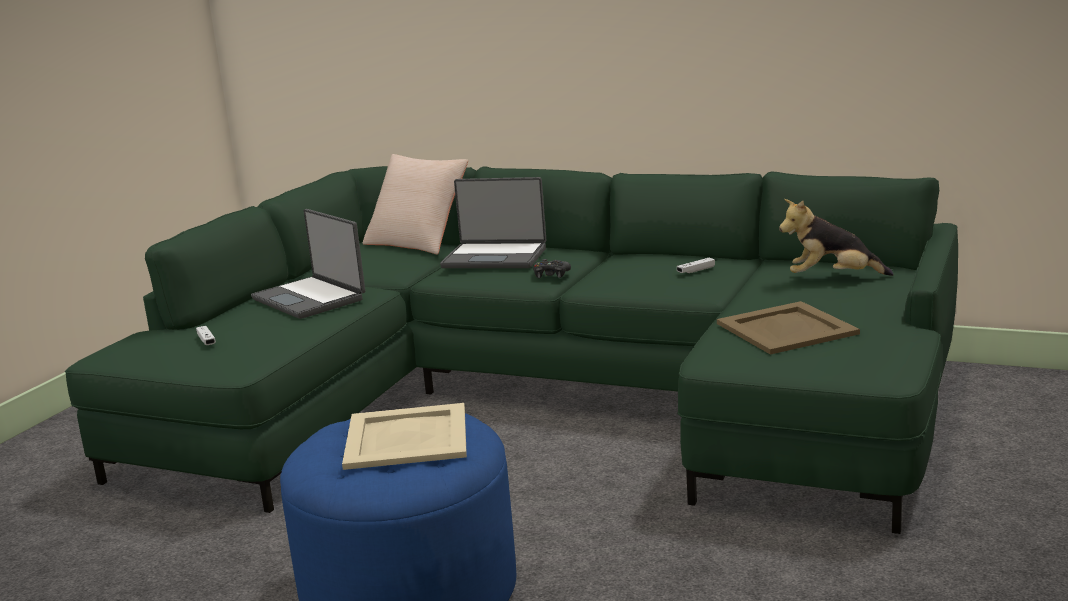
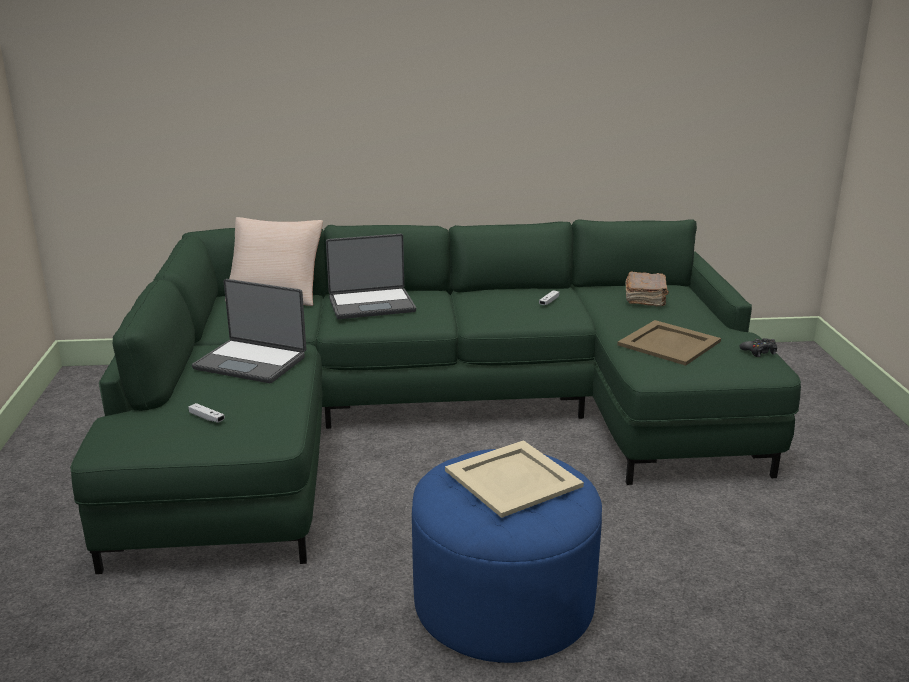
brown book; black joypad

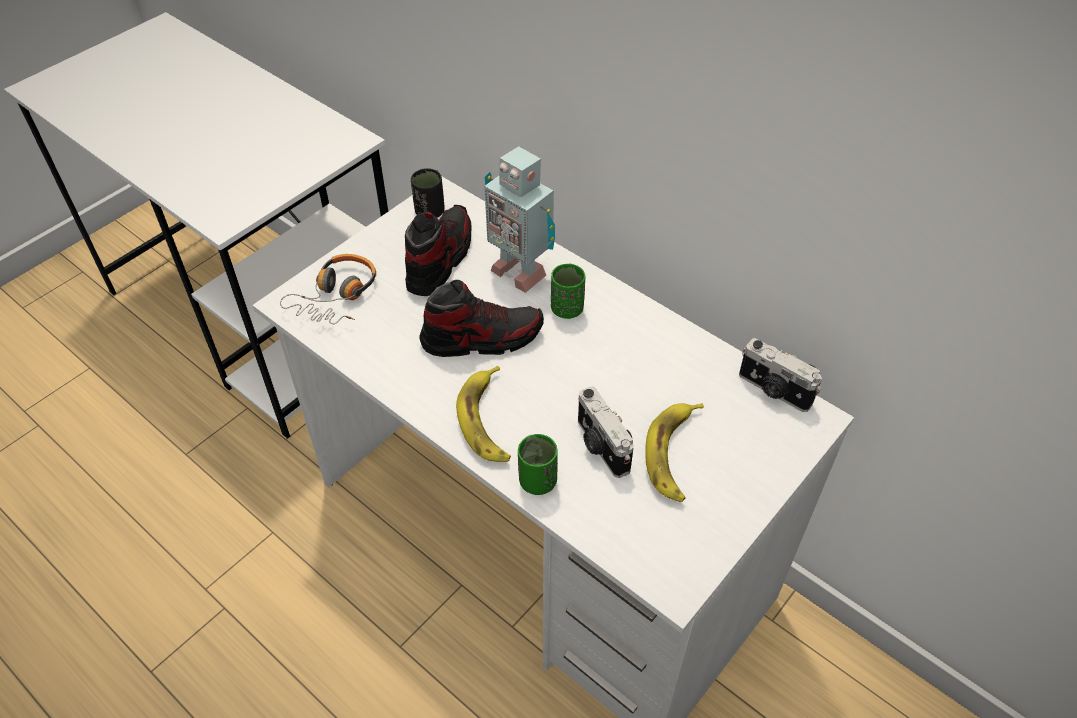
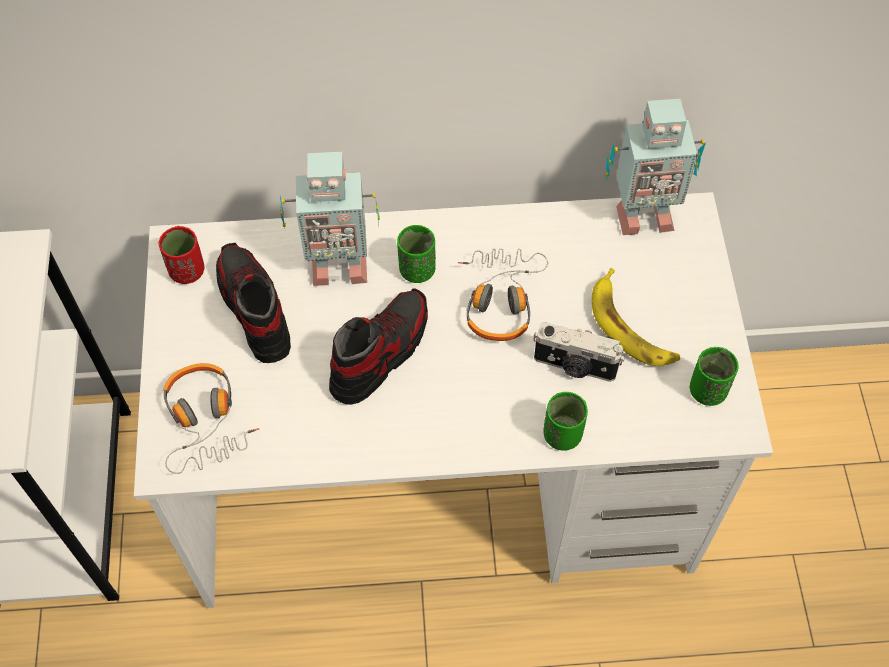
reddish small cup; robot figure (no. 2 from left); banana fruit (no. 1 from left in the first image); headphones (no. 2 from left); greenish small cup (no. 3 from left)

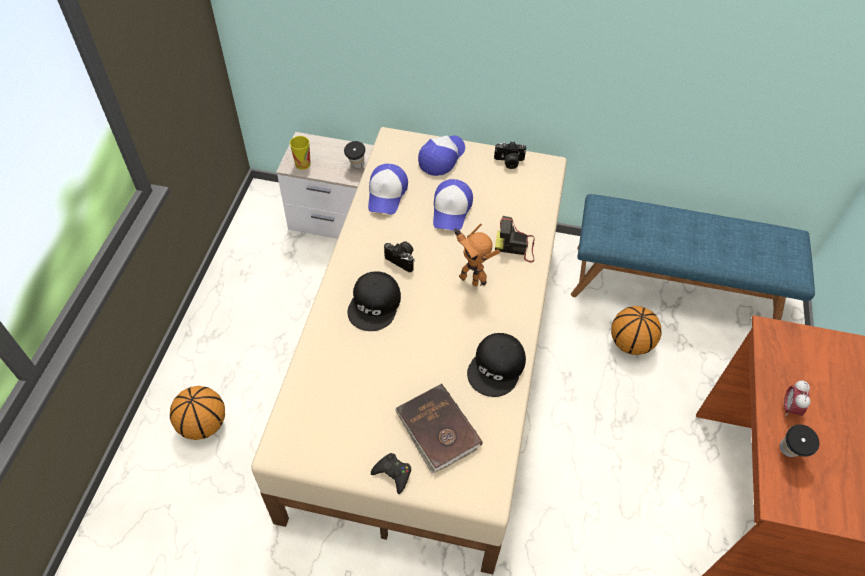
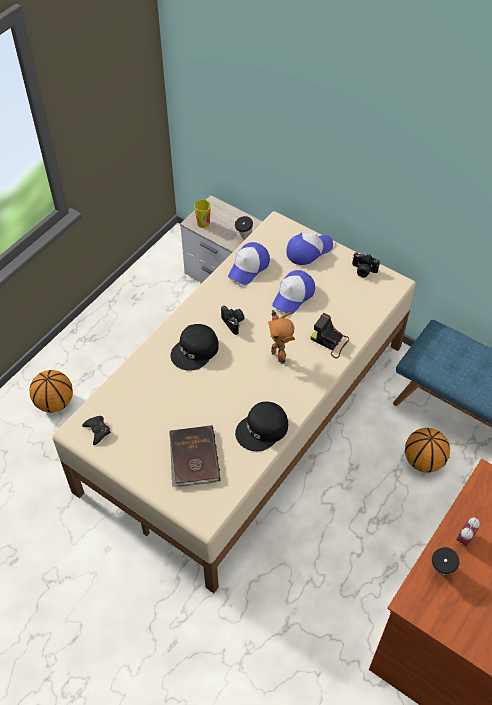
black joypad

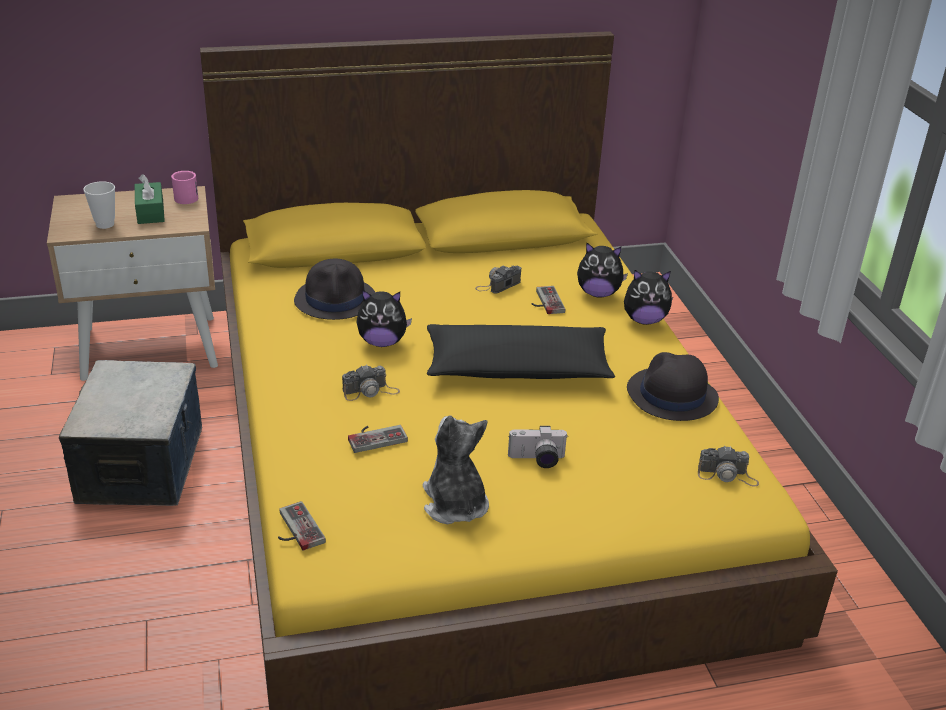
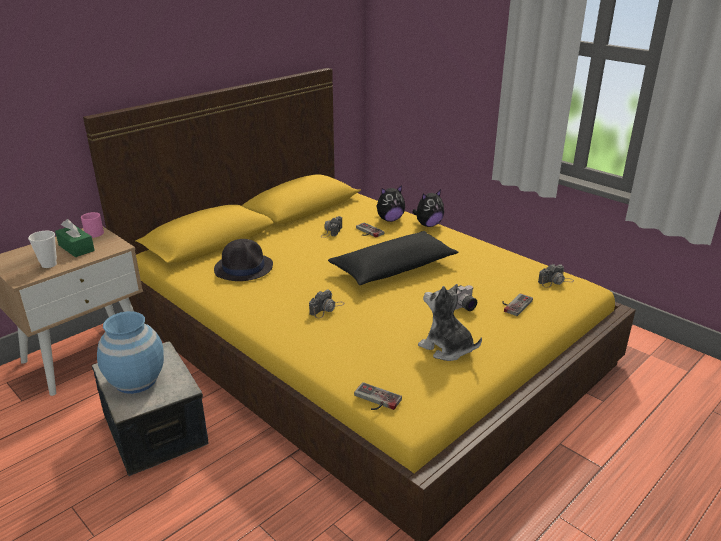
soft toy (no. 1 from left in the first image); black wearable hat (no. 2 from left in the first image); joypad (no. 3 from left); blue-coloured vase

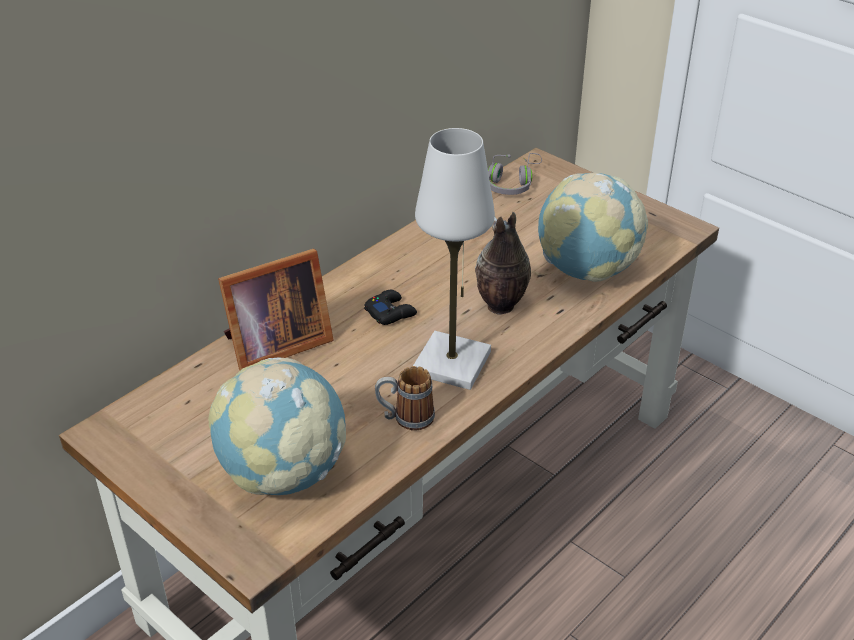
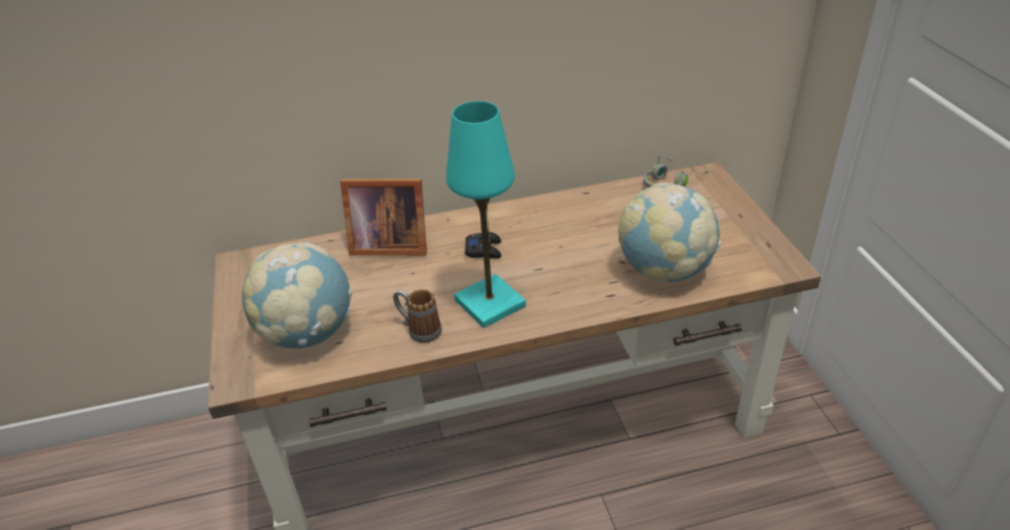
blue-green tabletop lamp; vase

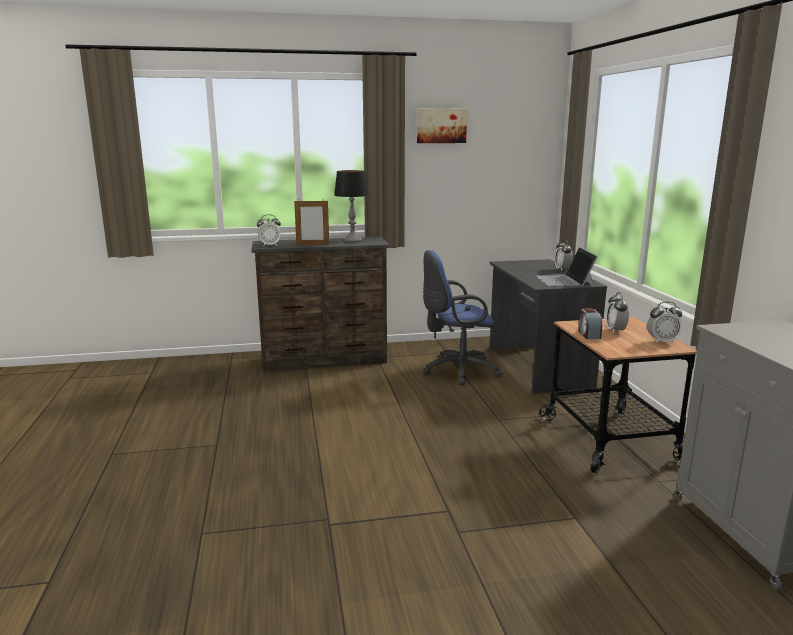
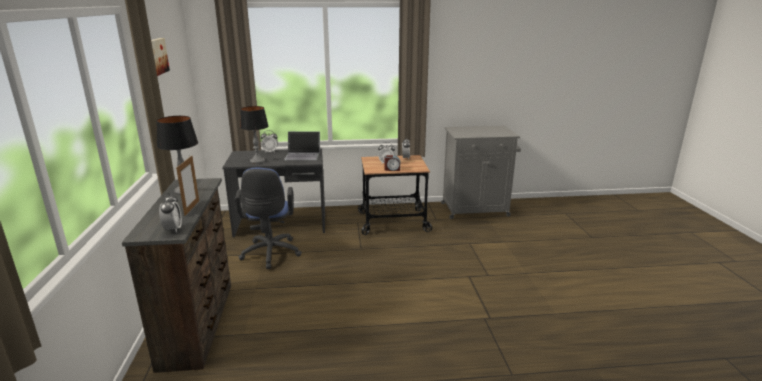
tabletop lamp (no. 2 from left)

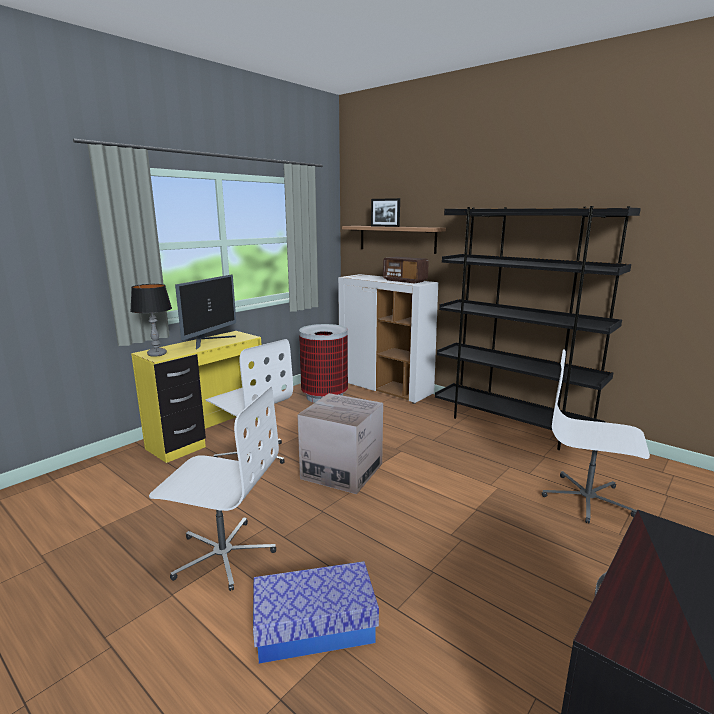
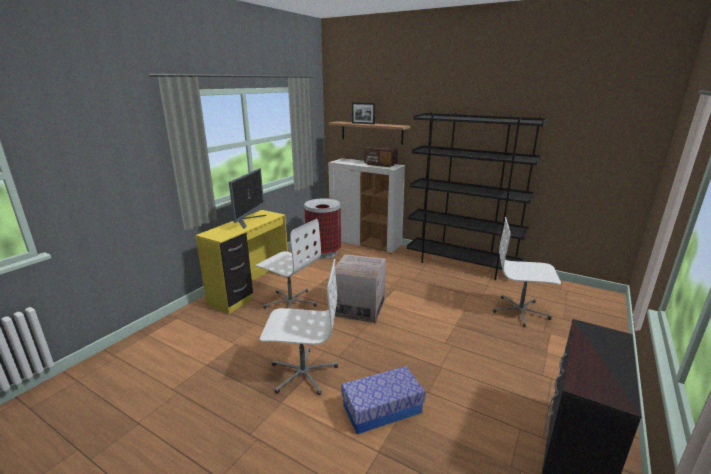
tabletop lamp

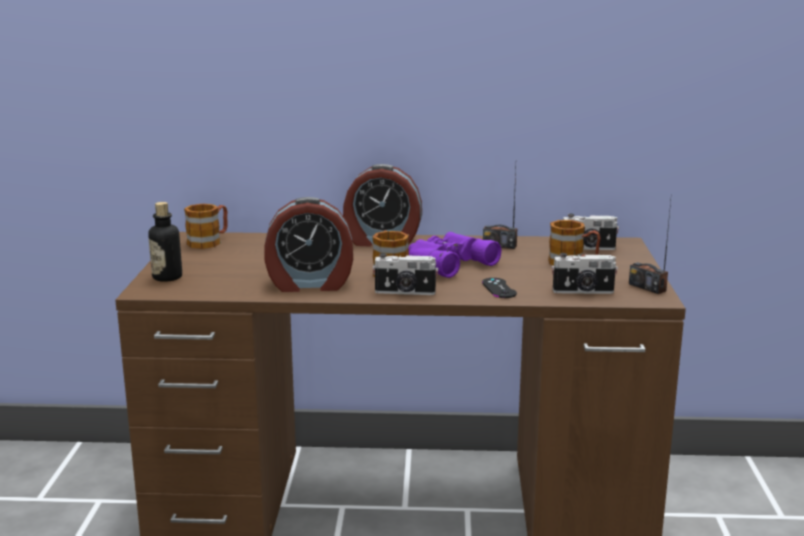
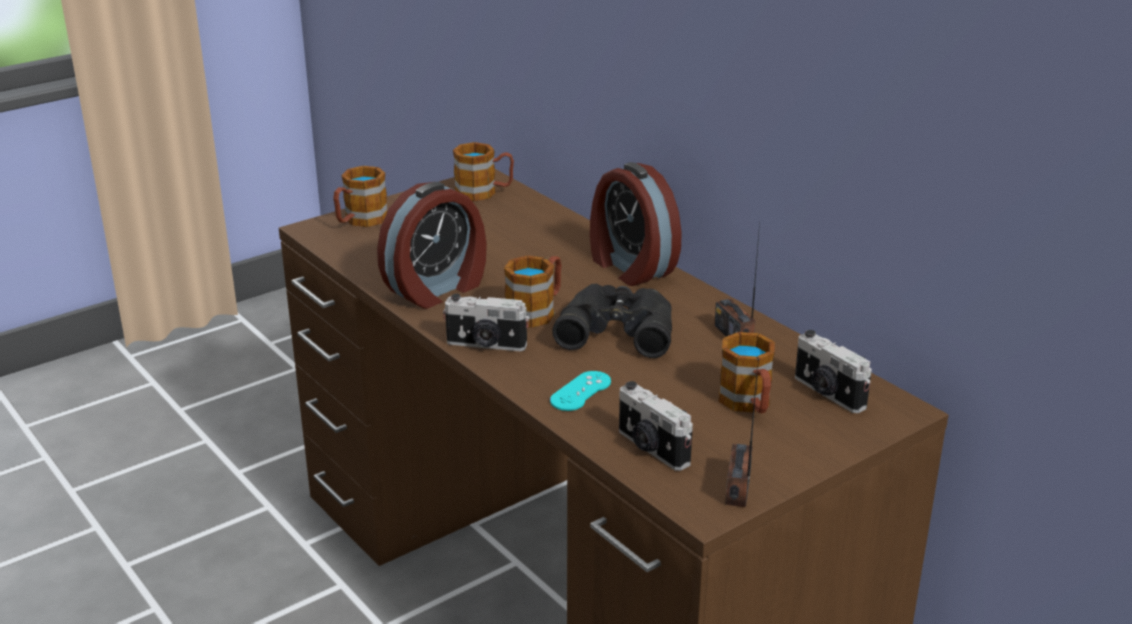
bedside clock (no. 1 from left); tea mug (no. 1 from left); black pair of binoculars; photo camera (no. 1 from left); blue-green joypad

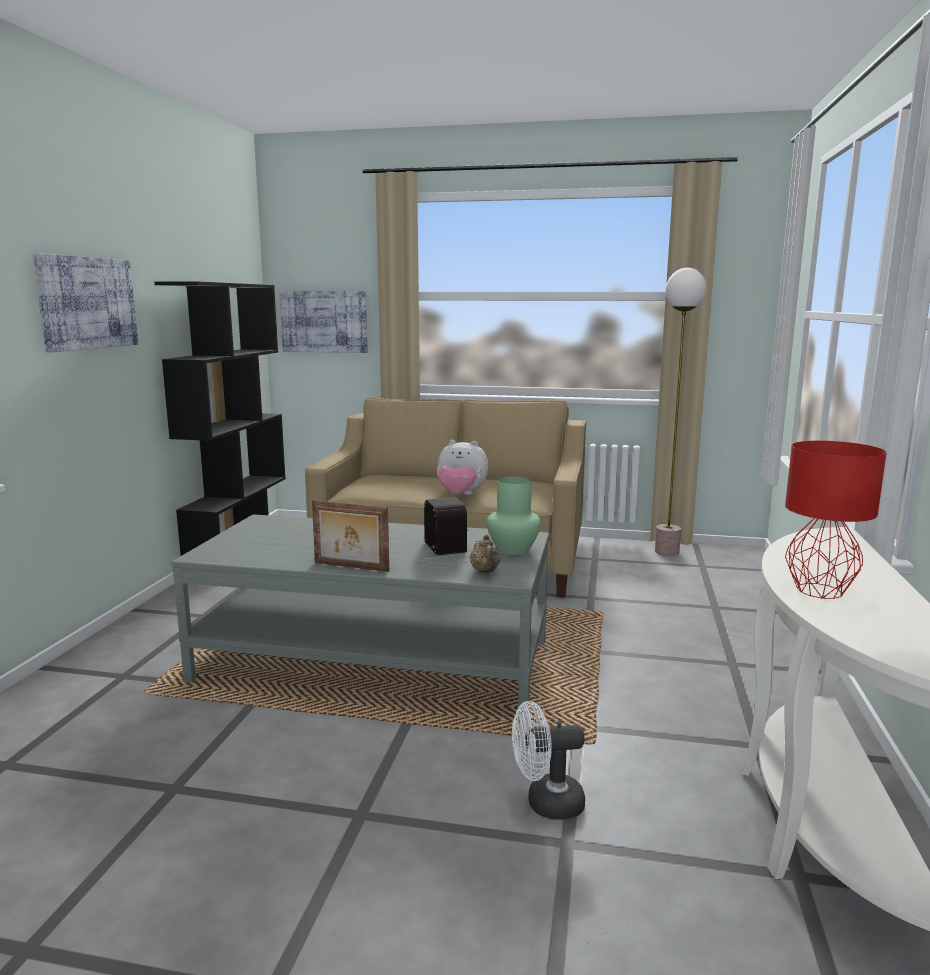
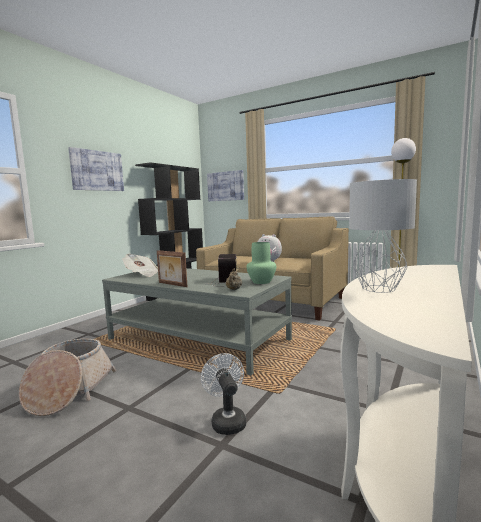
greyish tabletop lamp; white-coloured cooling fan; newspaper; household basket

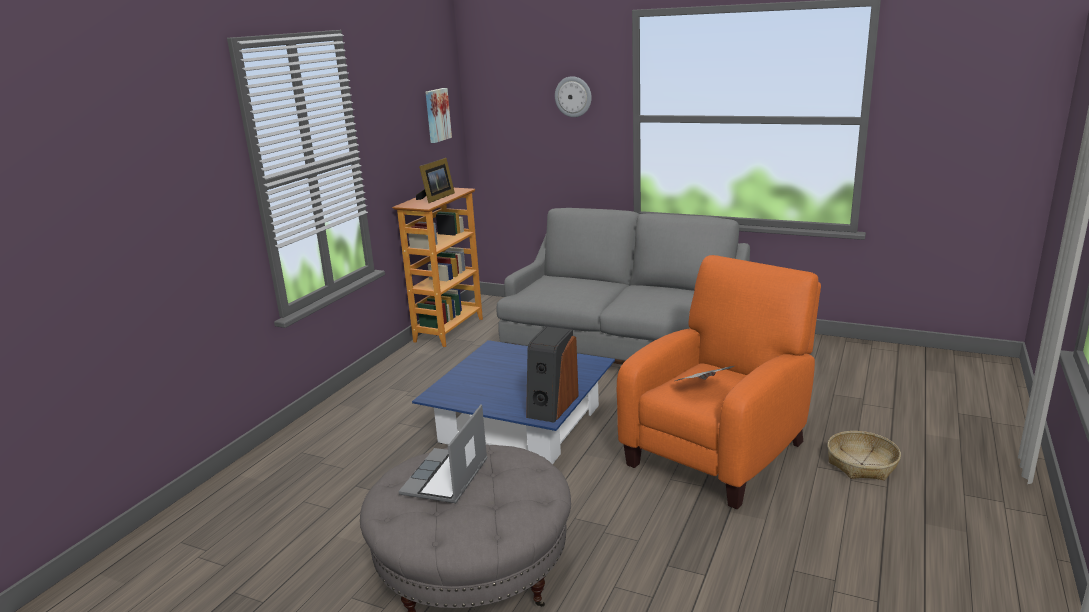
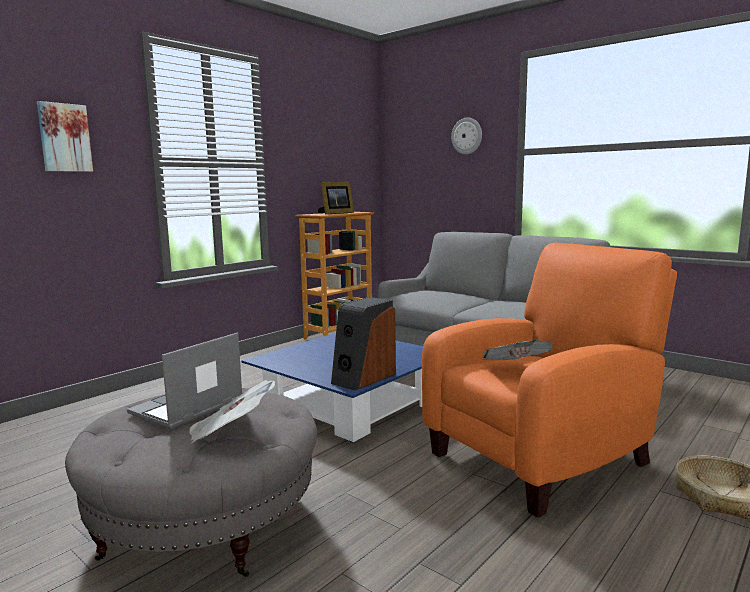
wall picture; newspaper (no. 1 from left)

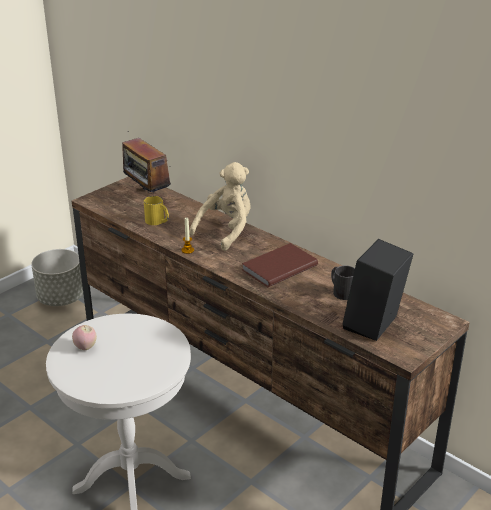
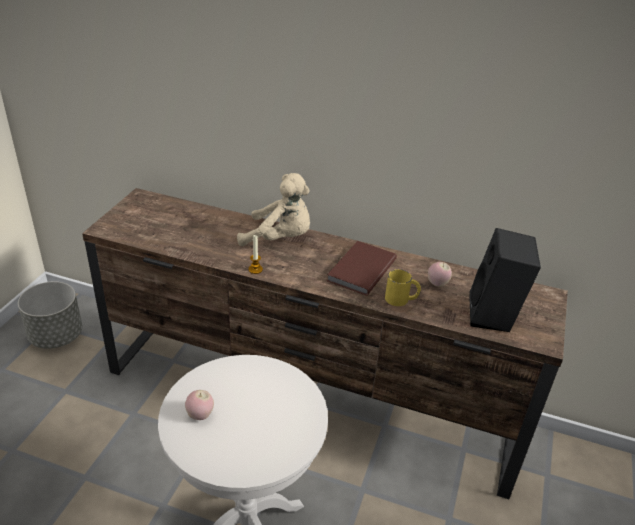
radio set; beige soft toy; yellowish tea mug; whole apple (no. 2 from left)

